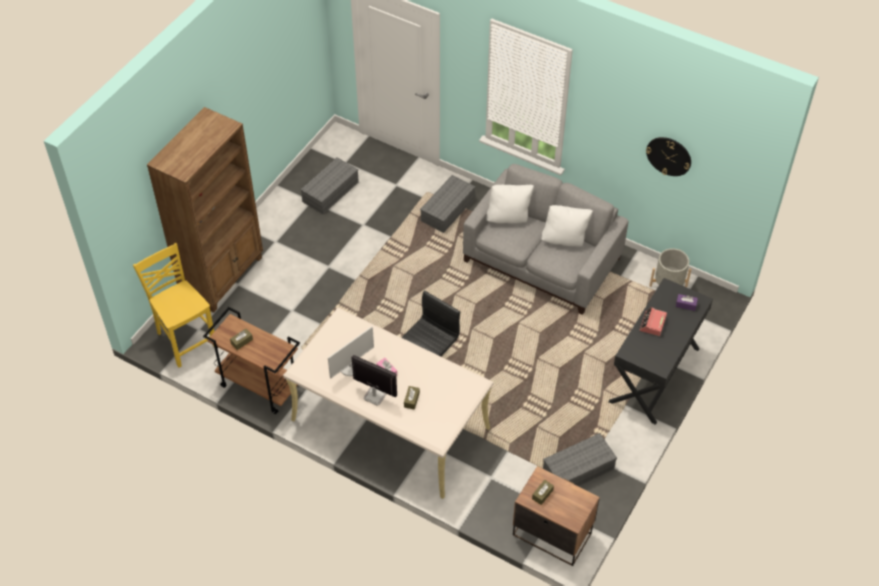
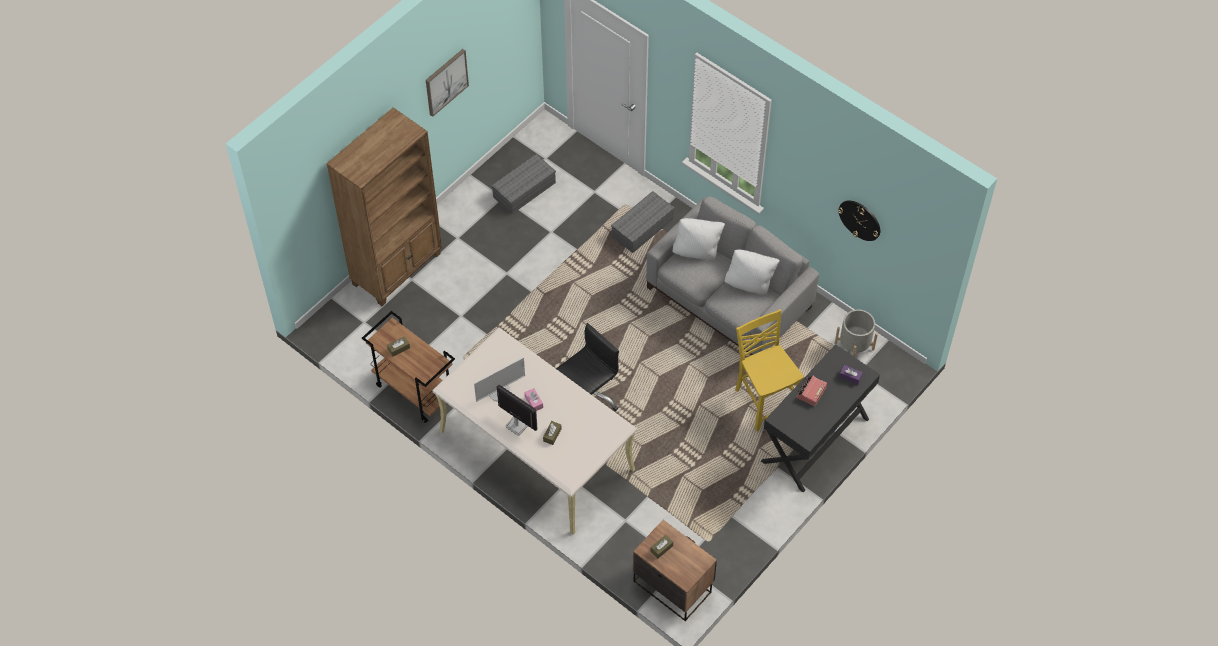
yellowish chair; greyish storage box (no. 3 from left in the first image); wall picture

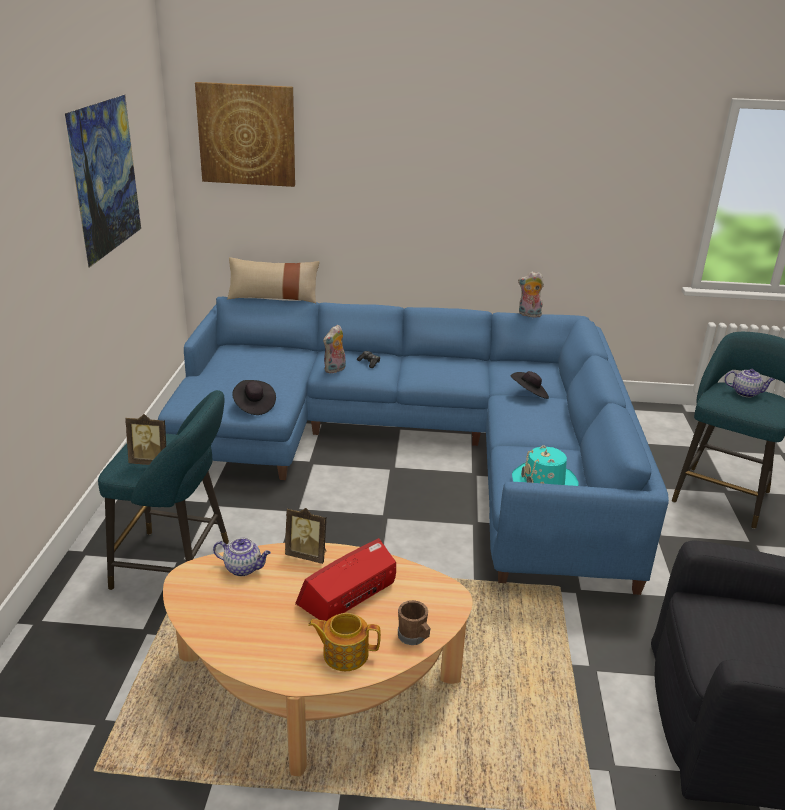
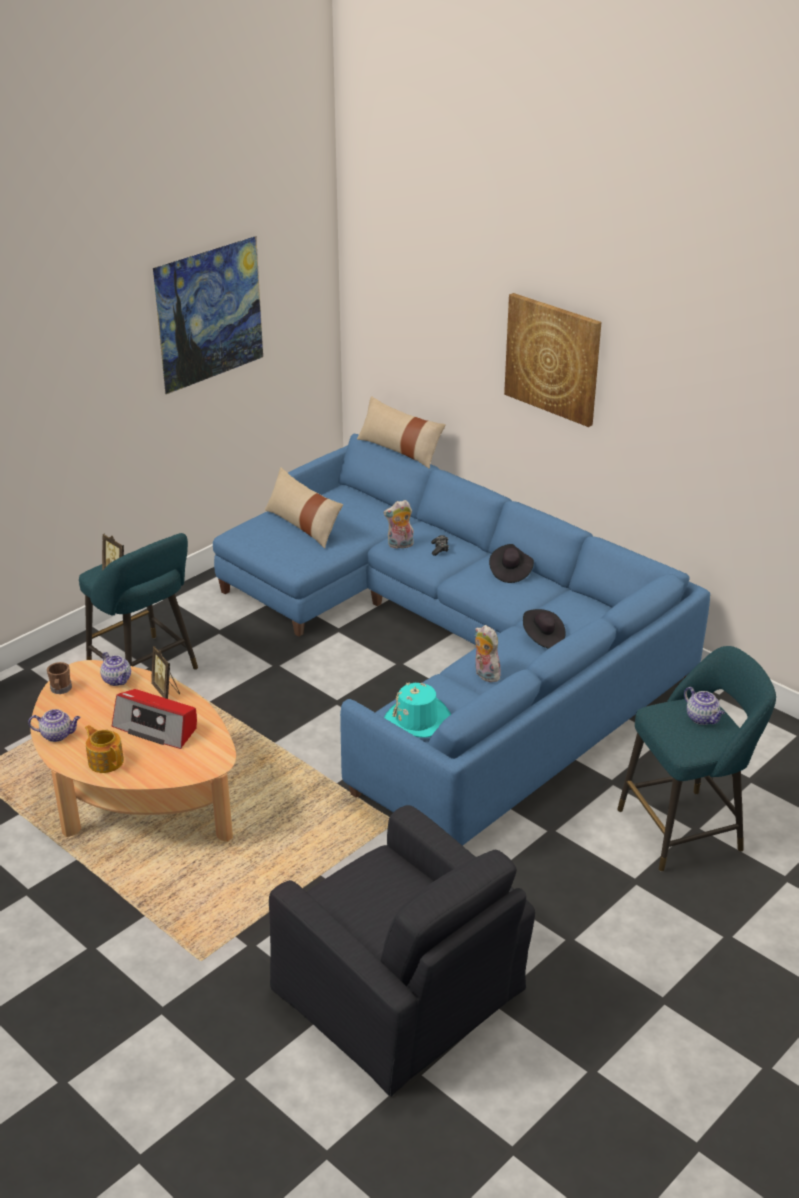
wall picture (no. 2 from left); soft toy (no. 2 from left); black wearable hat (no. 1 from left); radio set; brown tea mug; beige pillow (no. 1 from left); tea pot (no. 1 from left)

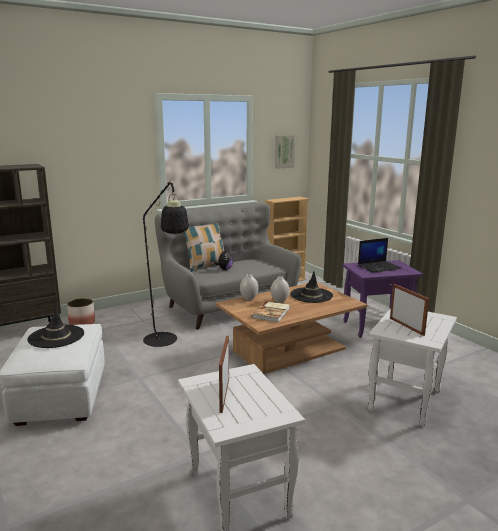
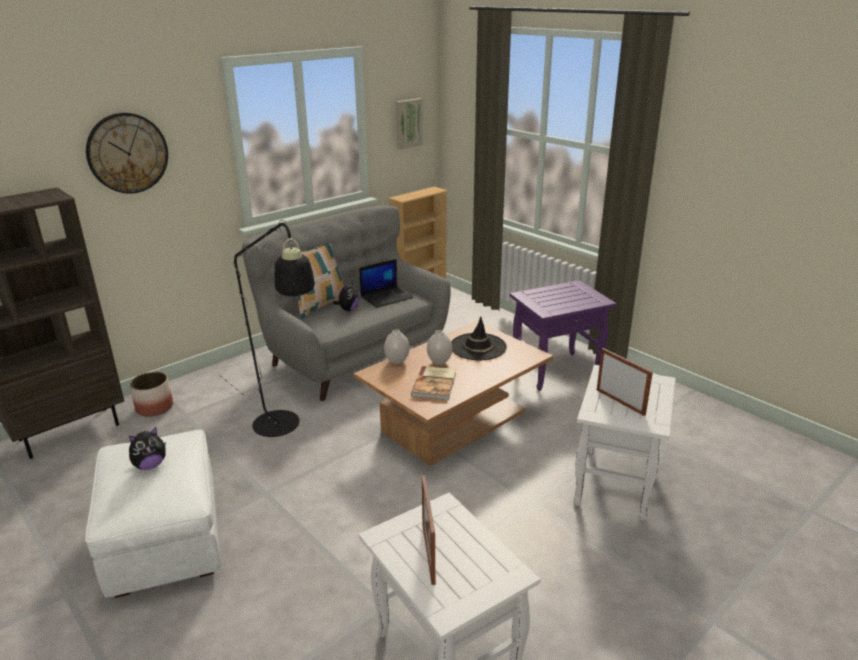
portable computer; soft toy (no. 1 from left); wall clock

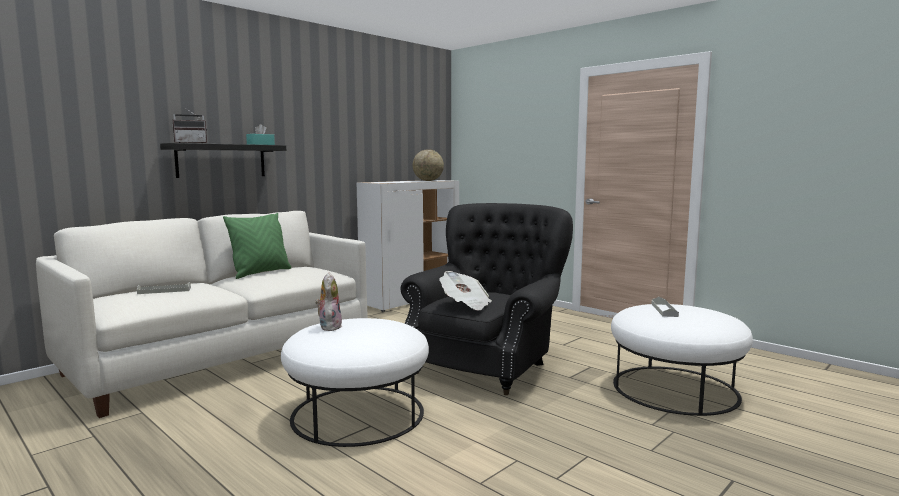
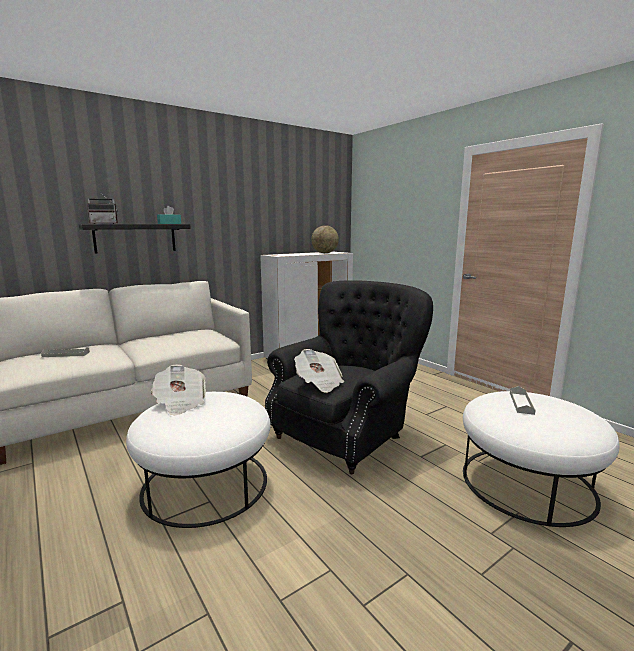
greenish pillow; newspaper (no. 1 from left)

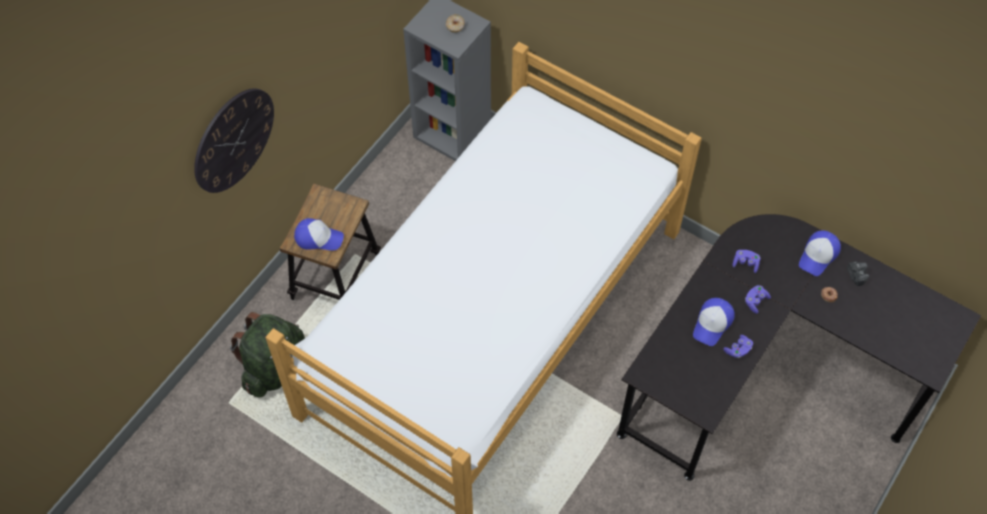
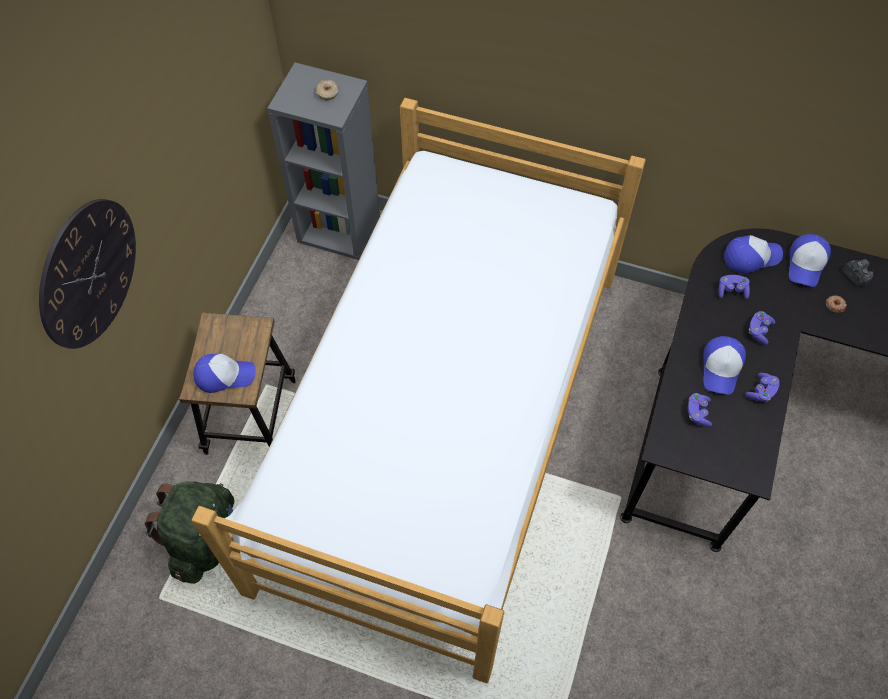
baseball cap (no. 3 from left); purplish joypad (no. 1 from left)

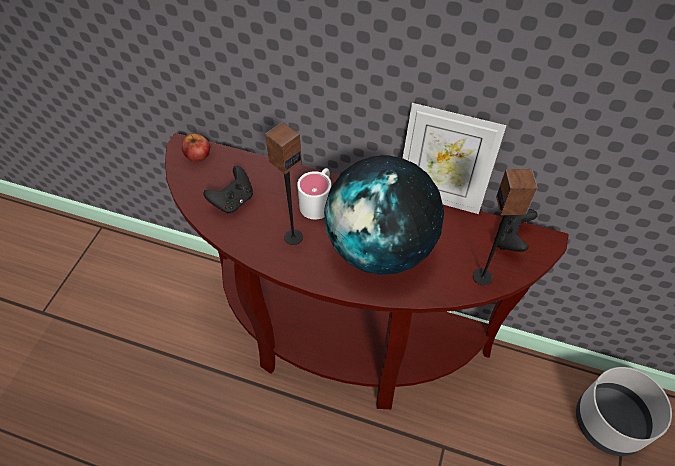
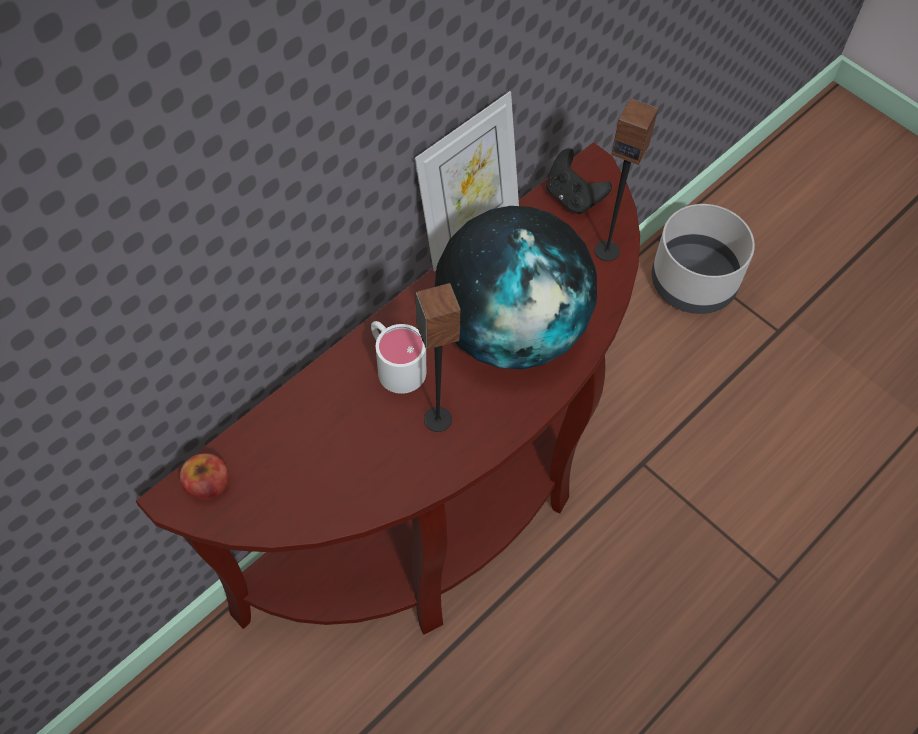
black joypad (no. 1 from left in the first image)

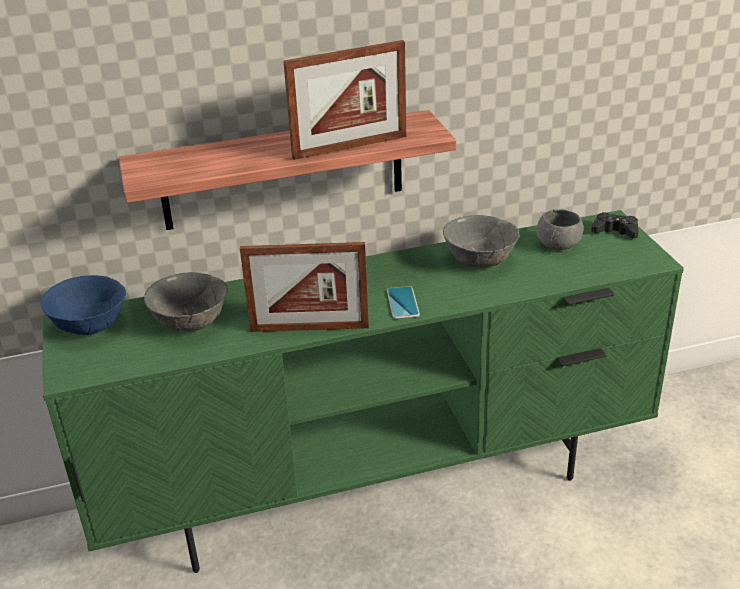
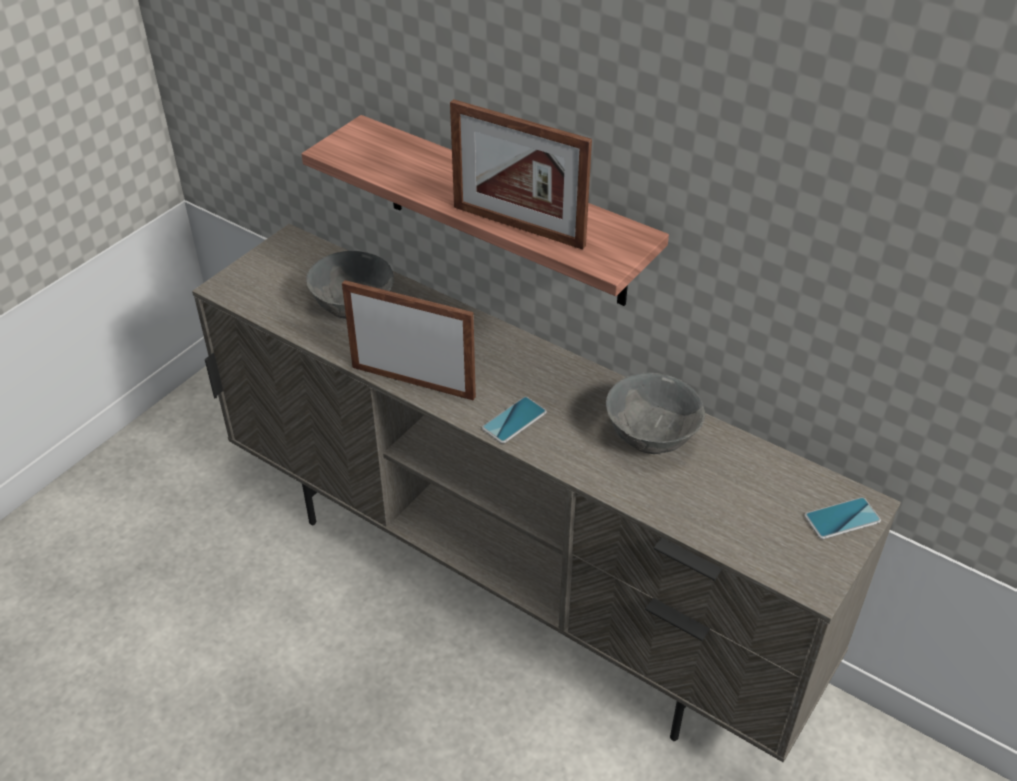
greyish serving bowl (no. 3 from left in the first image); beige tv unit; telephone (no. 2 from left); standing frame (no. 1 from left); blue-coloured serving bowl

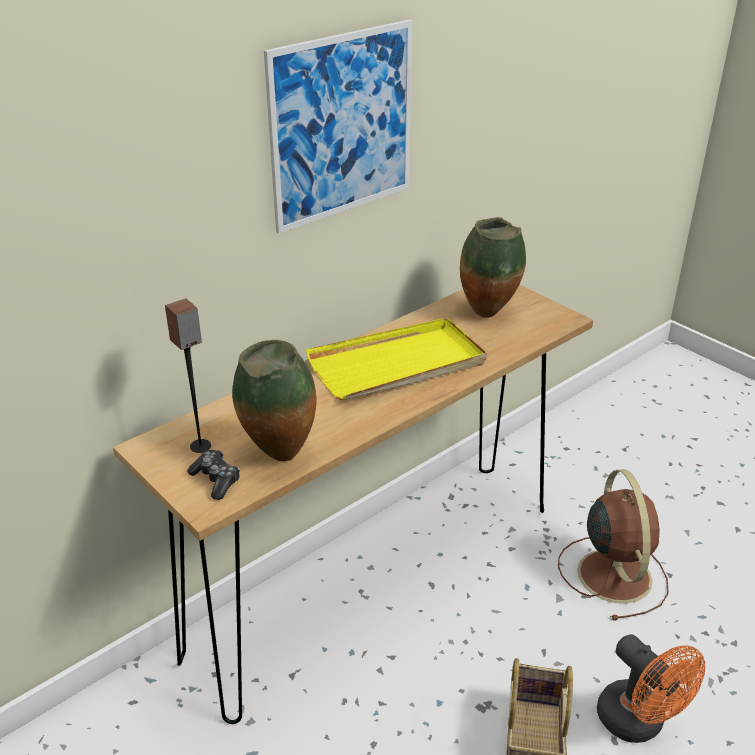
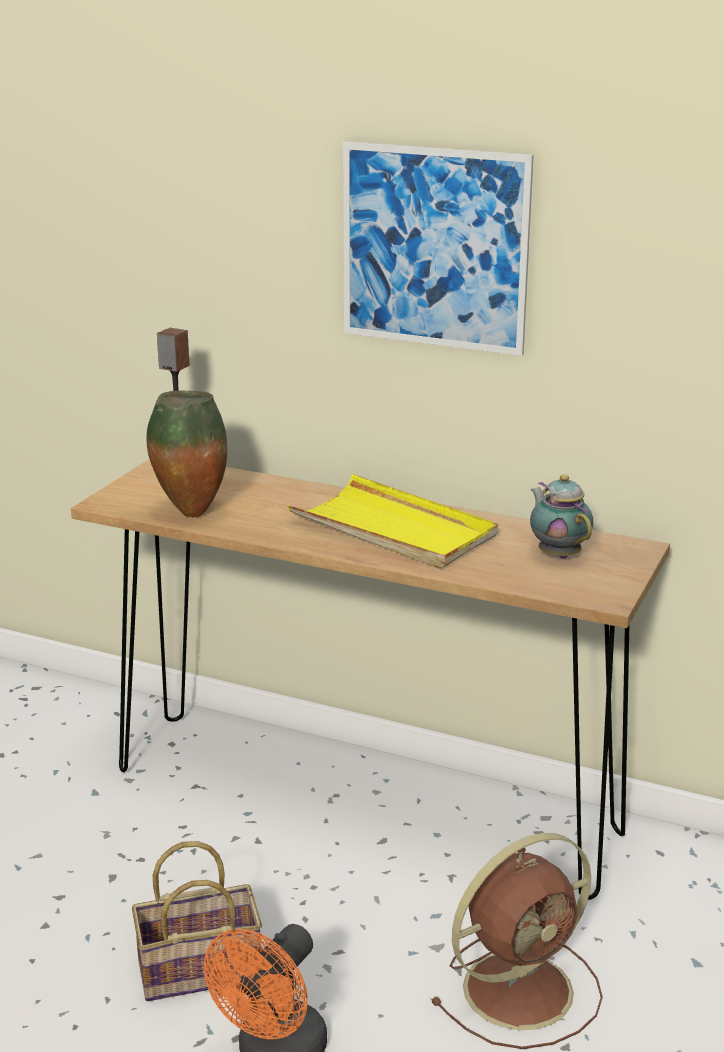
tea pot; joypad

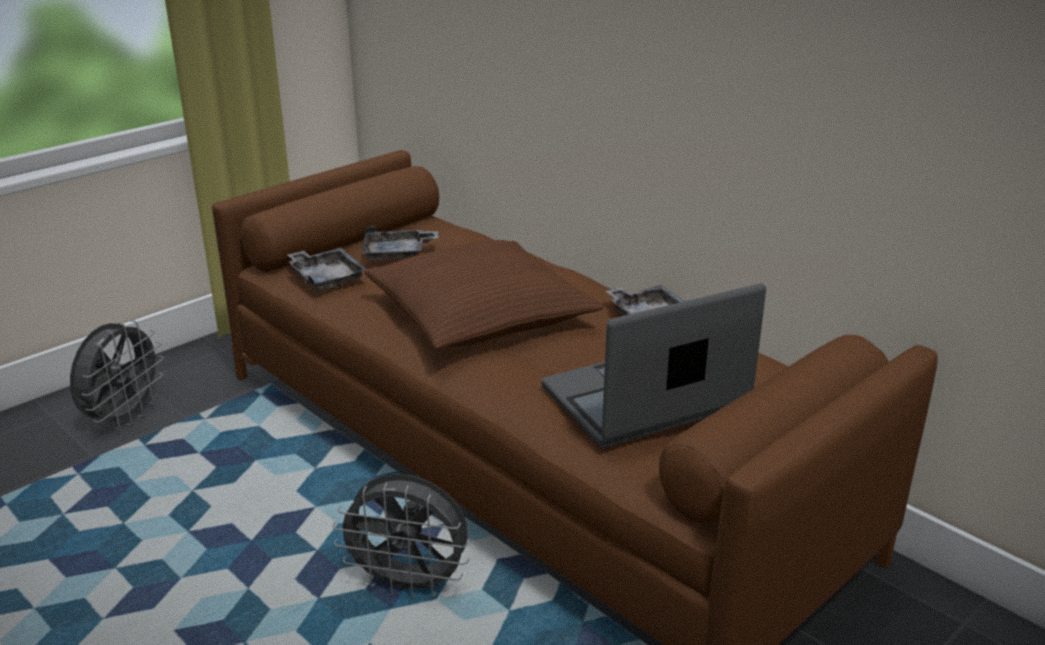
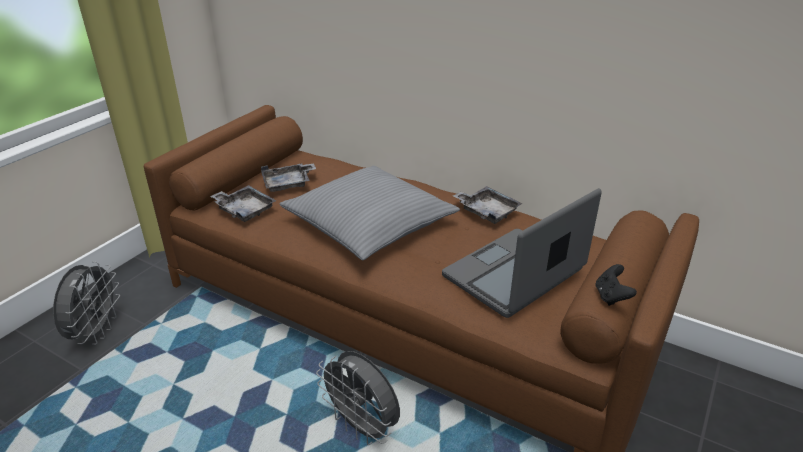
greyish pillow; greyish cooling fan (no. 2 from left); black joypad

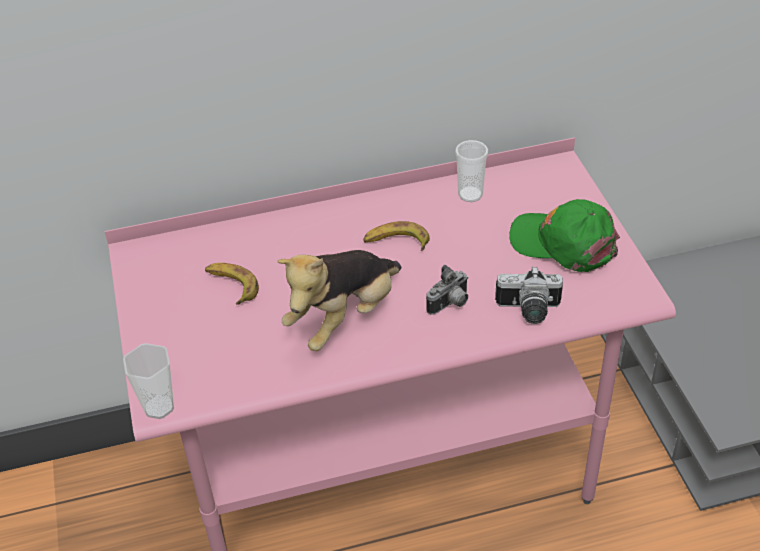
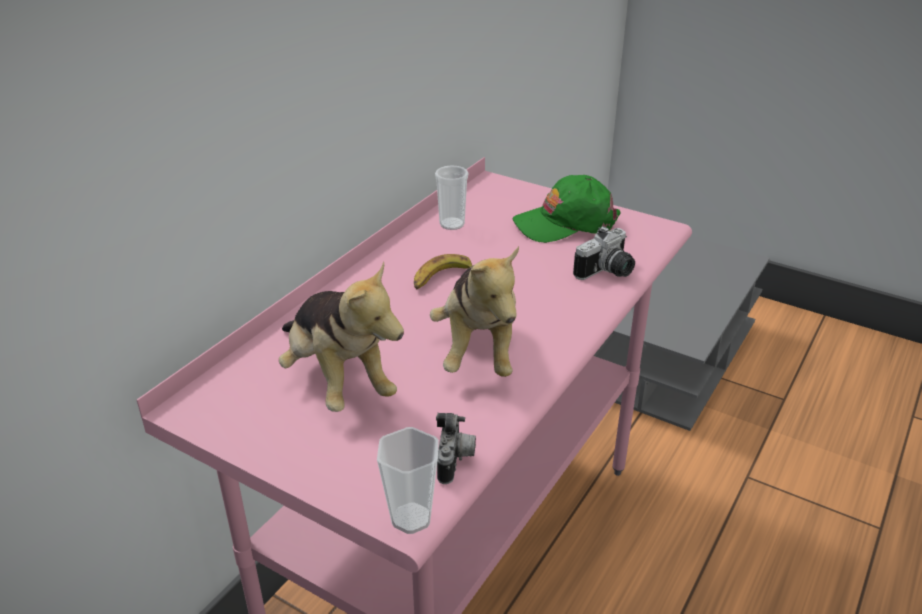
soft toy (no. 1 from left); photo camera (no. 1 from left)

